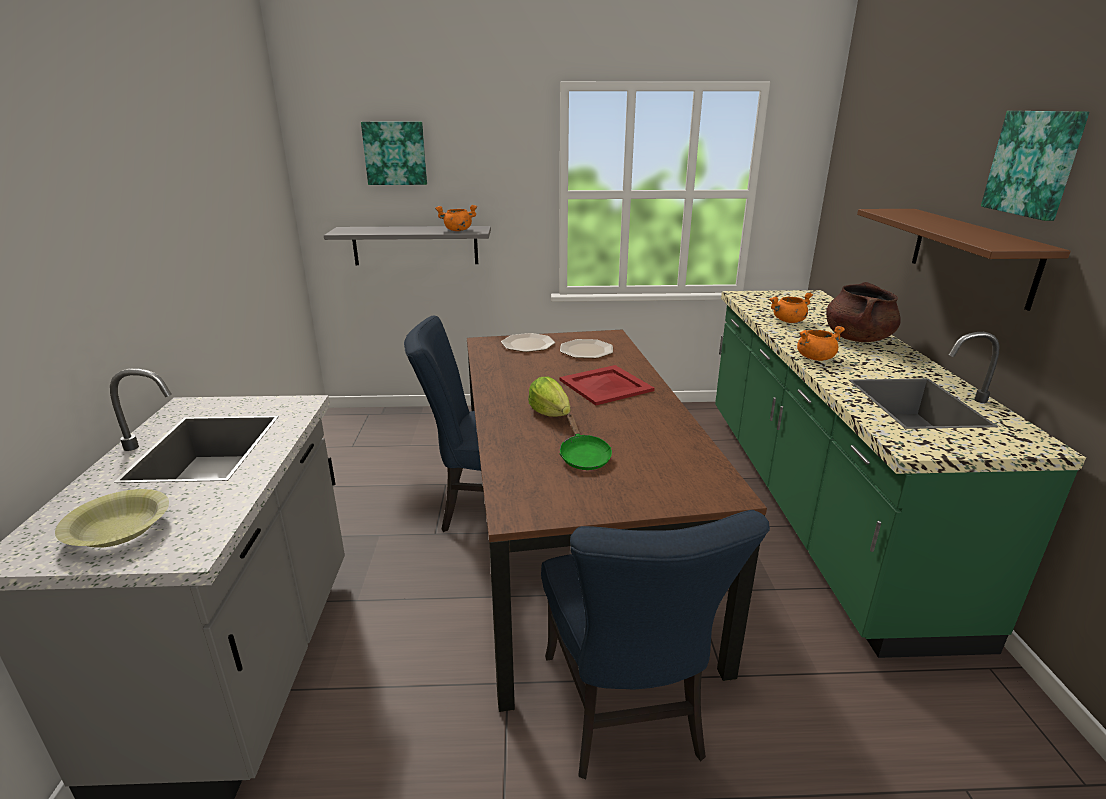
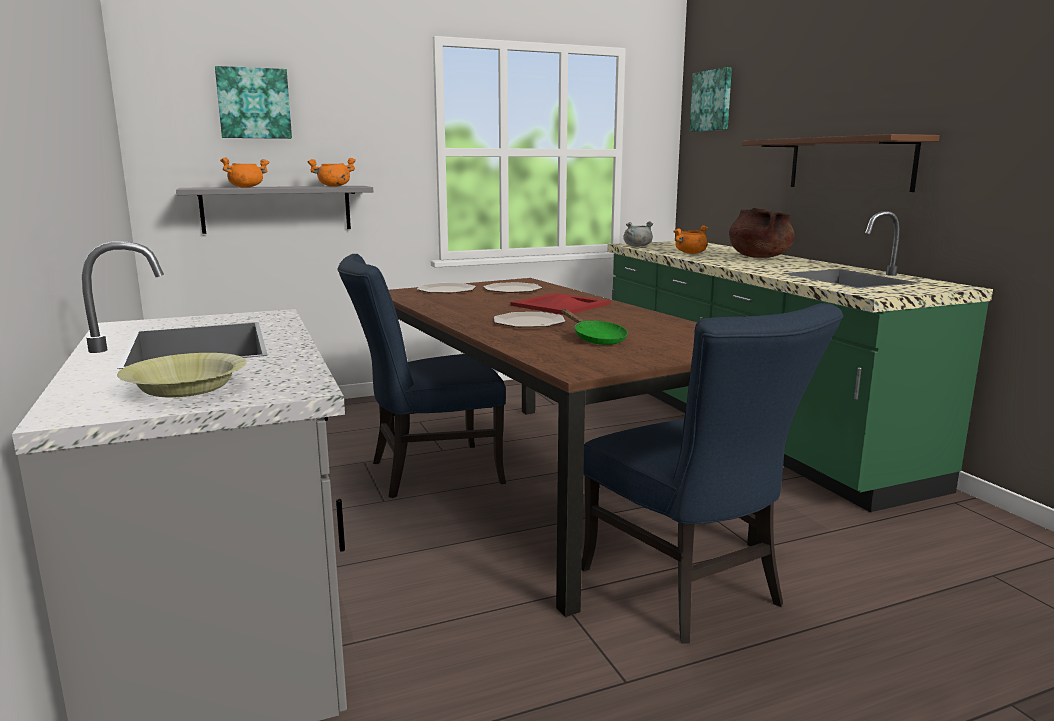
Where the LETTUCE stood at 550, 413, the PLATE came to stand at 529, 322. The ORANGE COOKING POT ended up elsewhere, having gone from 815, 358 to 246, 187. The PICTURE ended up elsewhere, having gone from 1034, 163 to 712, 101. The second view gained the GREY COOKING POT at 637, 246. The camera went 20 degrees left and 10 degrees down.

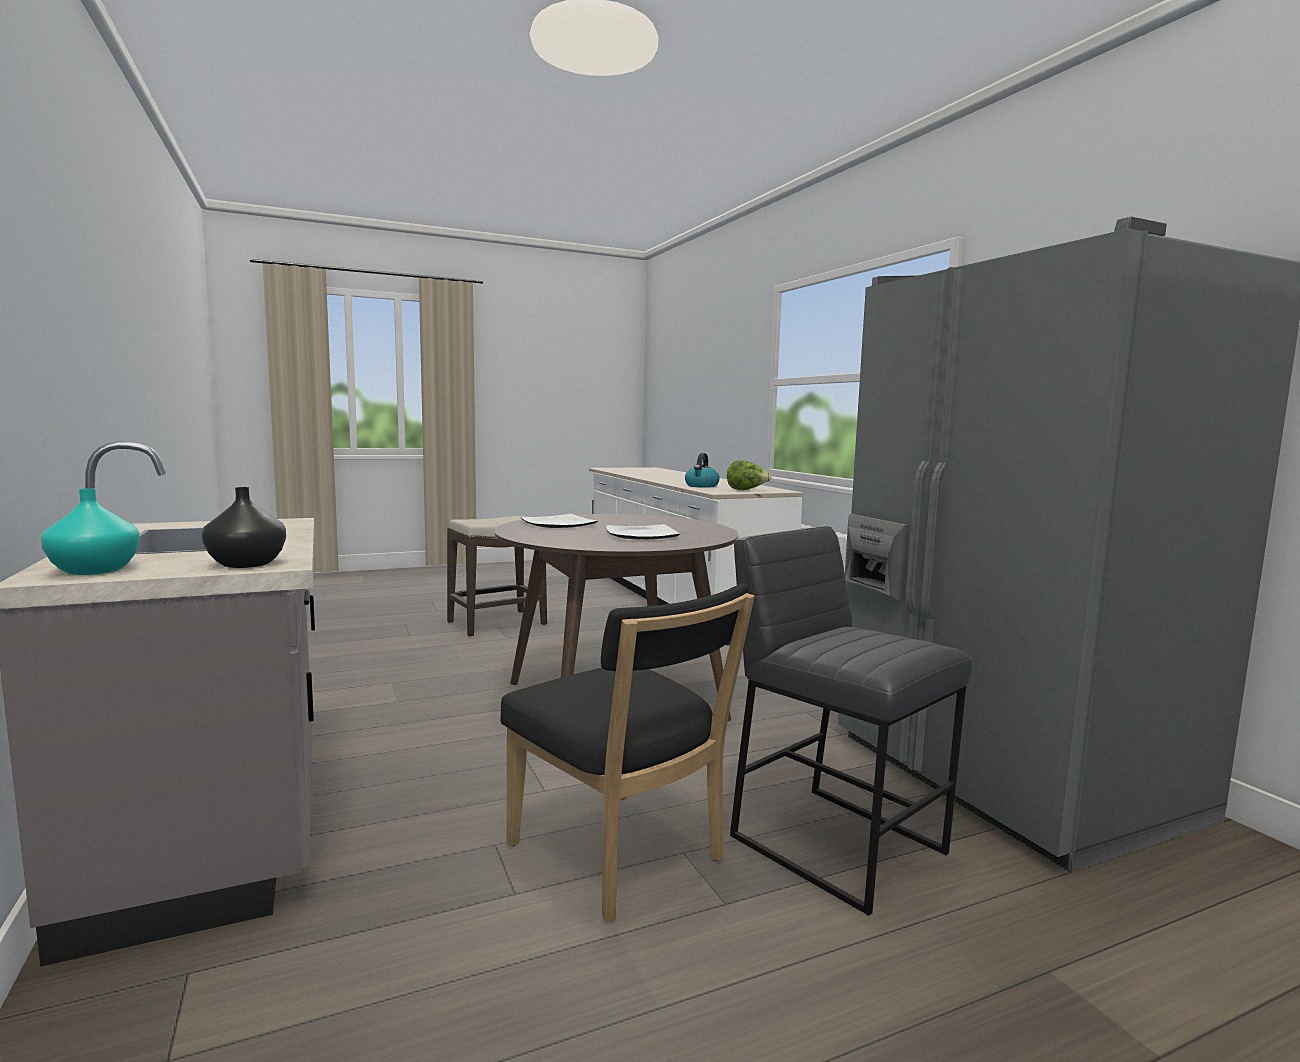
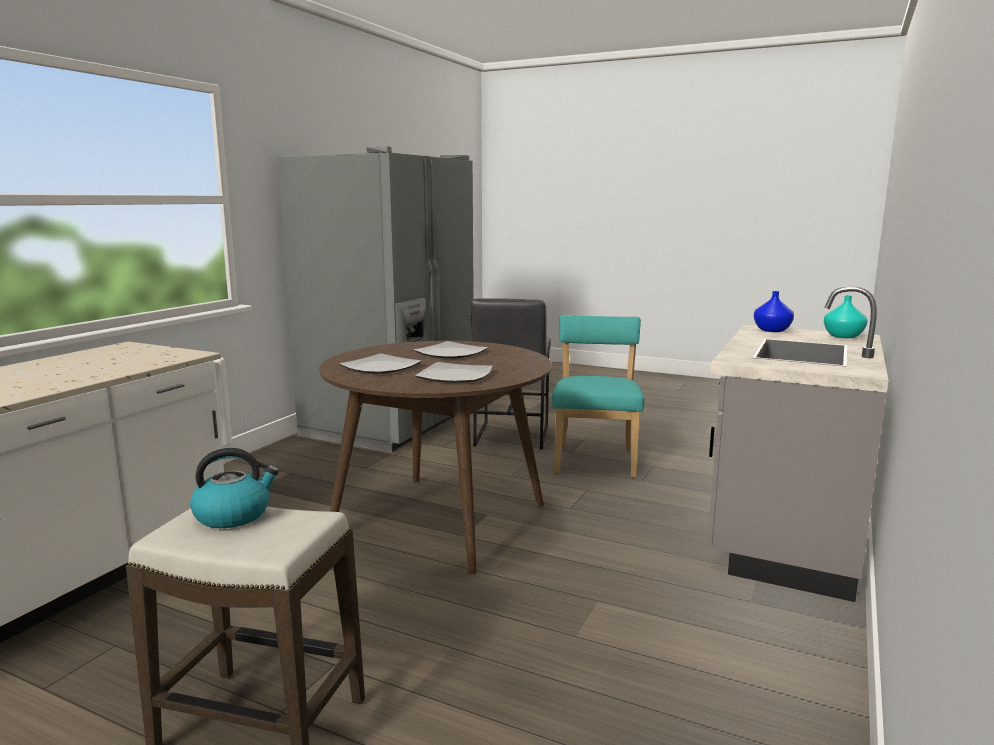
What was the BLACK VASE at 246, 564 turned into the BLUE VASE at 772, 330. What was the BLACK CHAIR at 621, 857 turned into the TURQUOISE CHAIR at 595, 459. The KETTLE ended up elsewhere, having gone from 701, 486 to 234, 515. The second view lost the LETTUCE at 746, 490. The second view gained the PLATE at 381, 367. The camera went 130 degrees left and 5 degrees up.

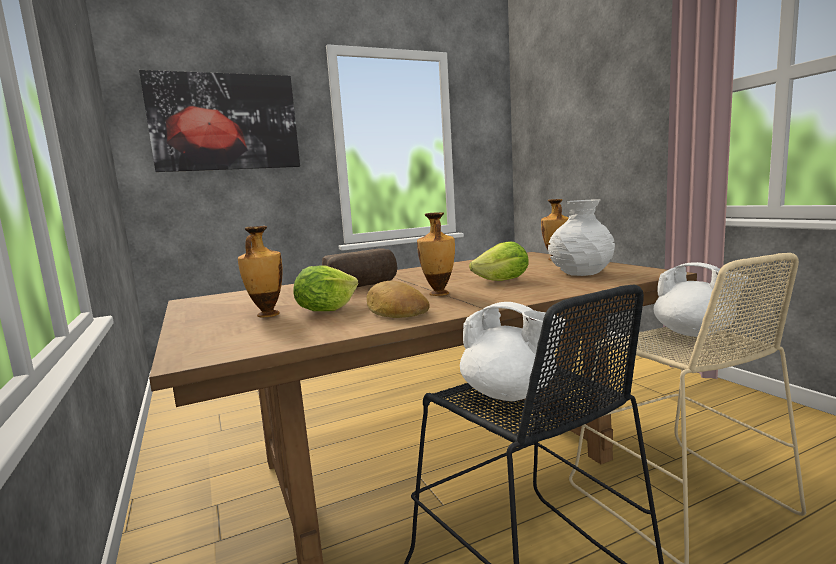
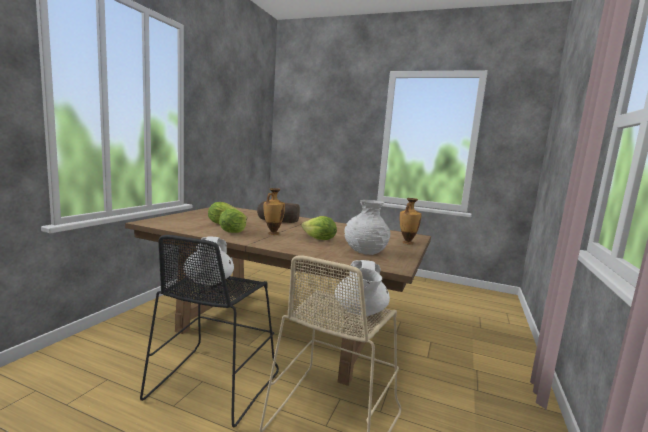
The second view lost the PICTURE at 225, 122. The second view lost the VASE at 266, 315. Where the BREAD stood at 394, 310, the LETTUCE came to stand at 233, 232. The camera went 45 degrees right and 0 degrees up.

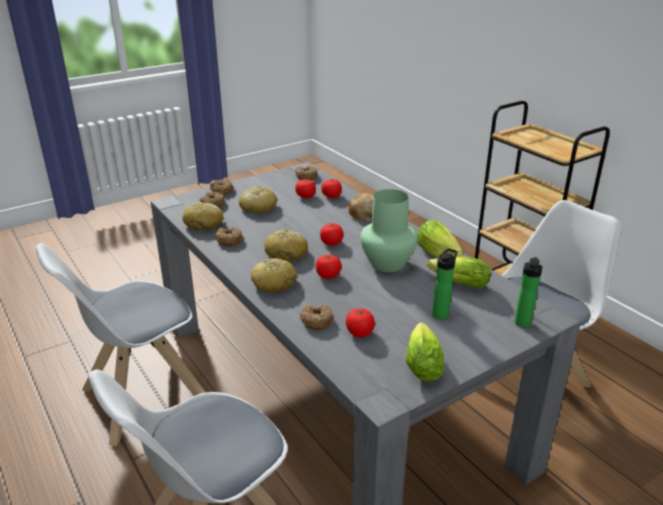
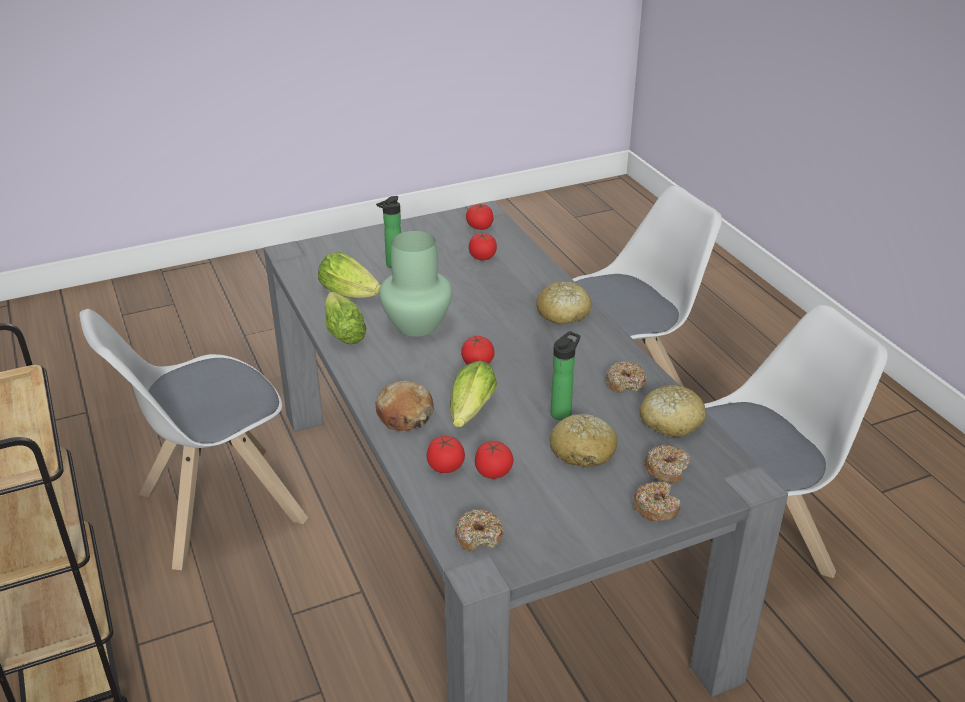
The second view lost the BREAD at 286, 253. The second view lost the DONUT at 316, 321. The TOMATO ended up elsewhere, having gone from 328, 275 to 480, 227. The LETTUCE ended up elsewhere, having gone from 423, 363 to 469, 413. The BOTTLE ended up elsewhere, having gone from 522, 324 to 562, 412. The camera went 170 degrees left and 5 degrees up.

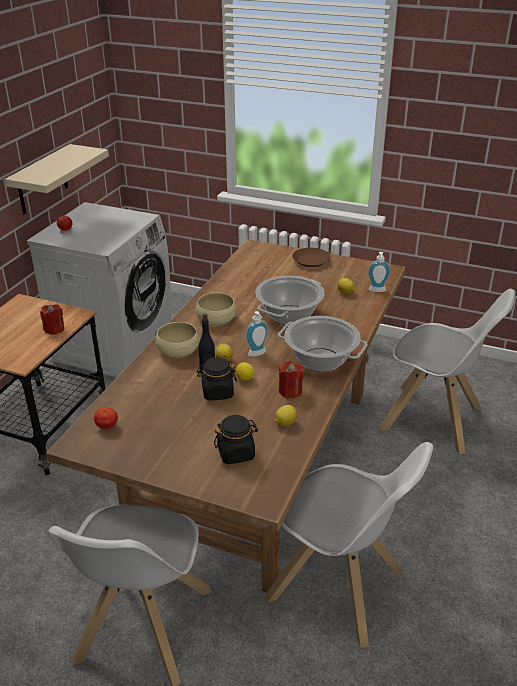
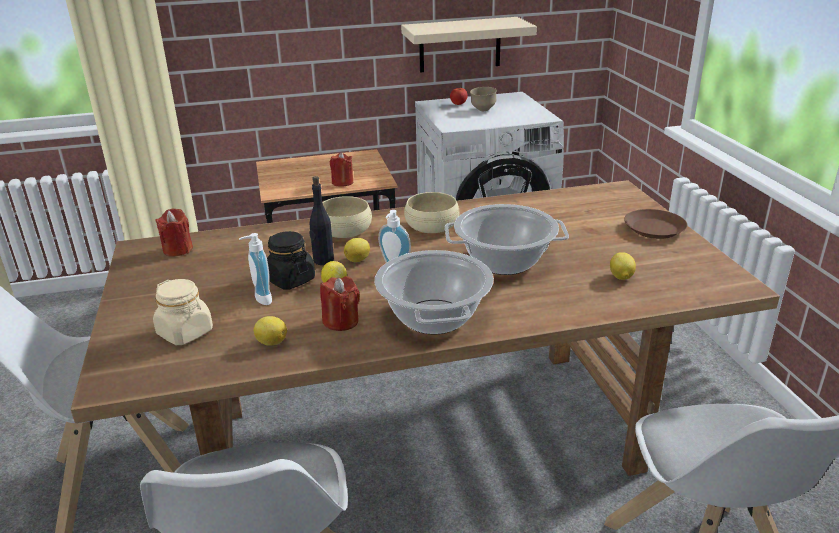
Where the TOMATO stood at 107, 426, the RED CANDLE came to stand at 178, 250. What was the BLACK JAR at 236, 453 turned into the BEIGE JAR at 185, 333. The SOAP DISPENSER ended up elsewhere, having gone from 377, 291 to 260, 299. The second view gained the BROWN BOWL at 483, 110. The camera went 55 degrees right and 5 degrees down.

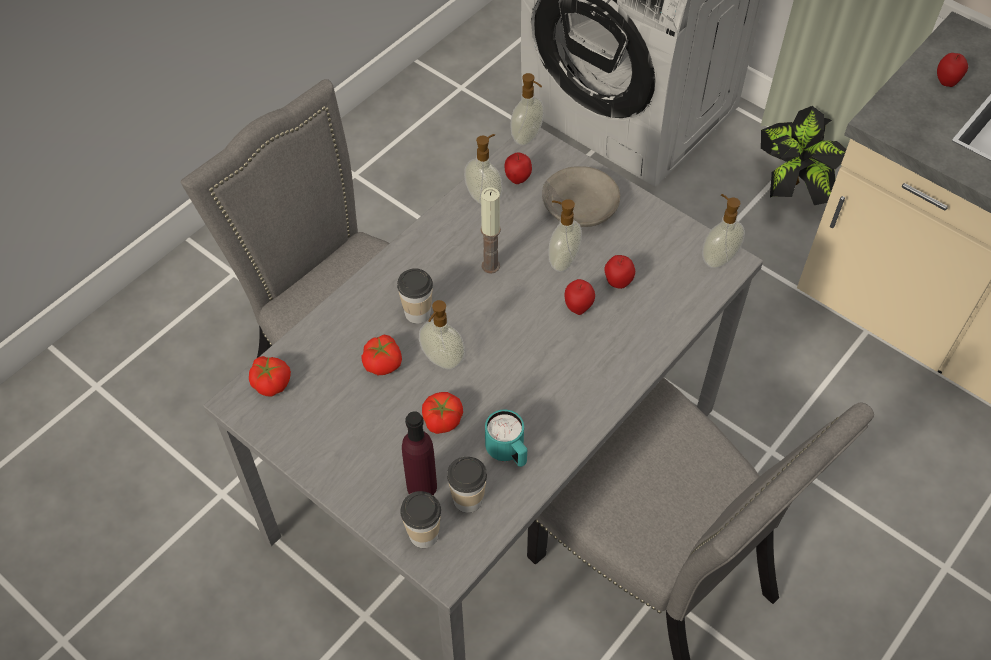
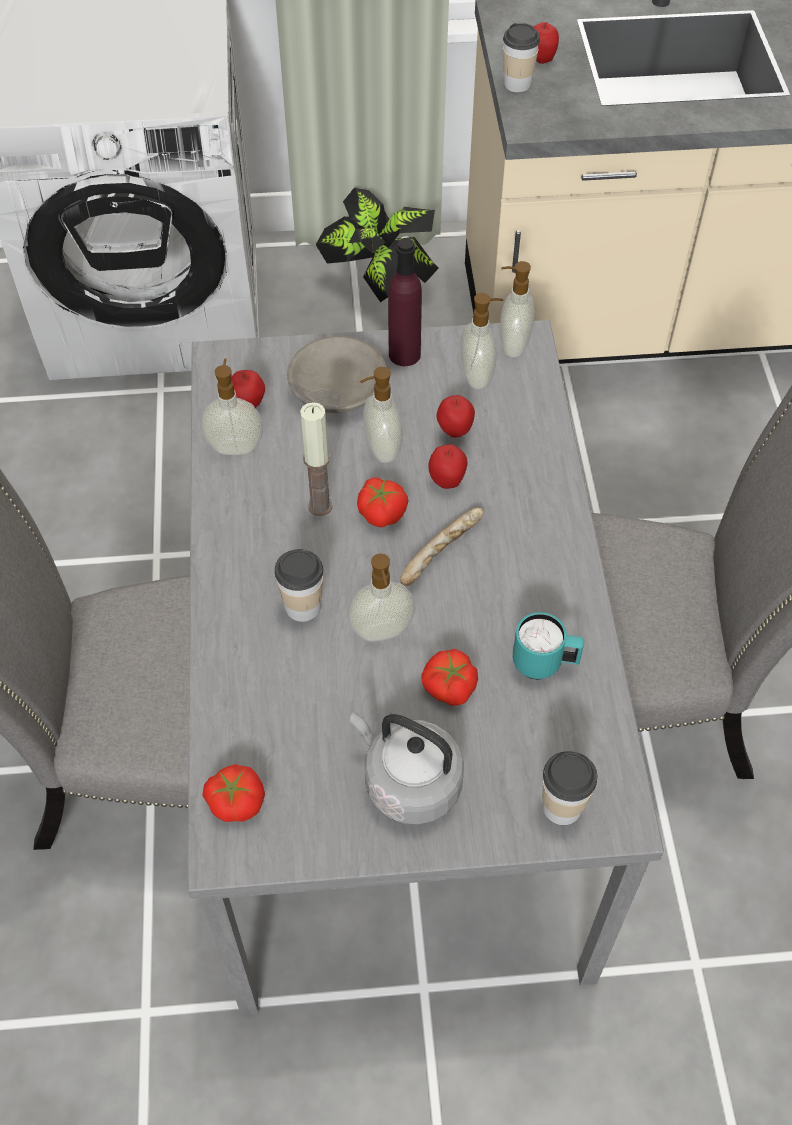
The TOMATO ended up elsewhere, having gone from 383, 363 to 382, 512. The PURPLE BOTTLE ended up elsewhere, having gone from 421, 486 to 404, 354. The CUP ended up elsewhere, having gone from 468, 499 to 517, 84. The SOAP DISPENSER ended up elsewhere, having gone from 527, 137 to 478, 376. The second view gained the GREY KETTLE at 408, 782. The second view gained the BREAD at 442, 554. The camera went 45 degrees left and 0 degrees up.

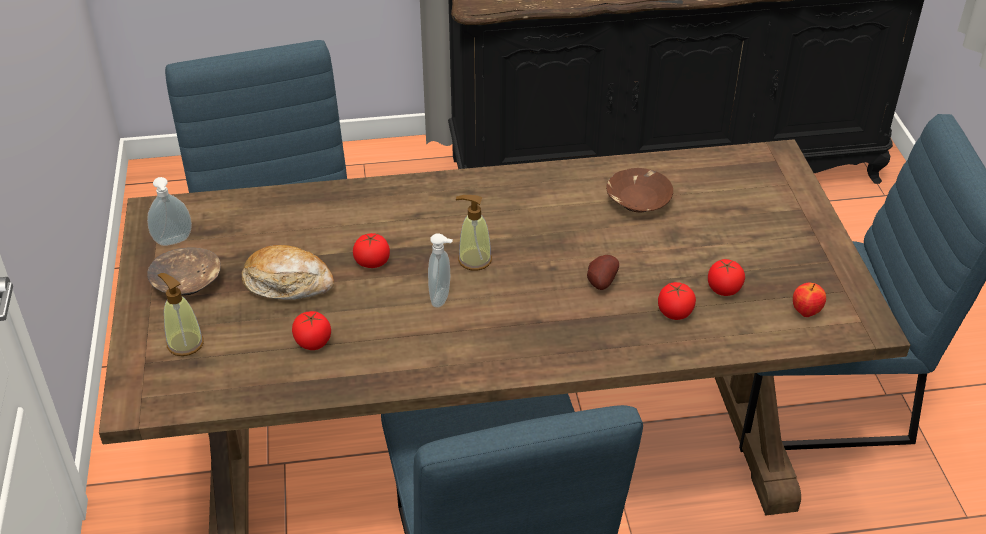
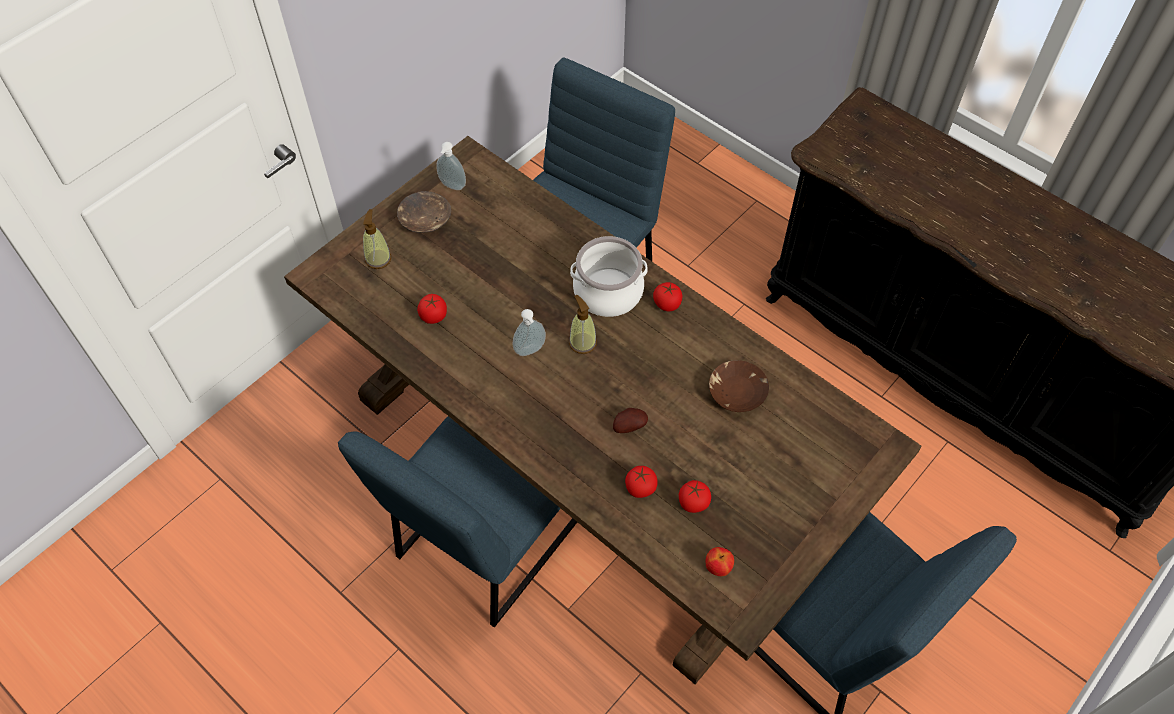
The second view lost the BREAD at 288, 283. The TOMATO ended up elsewhere, having gone from 372, 262 to 667, 304. The second view gained the COOKING POT at 608, 293. The camera went 50 degrees right and 15 degrees up.

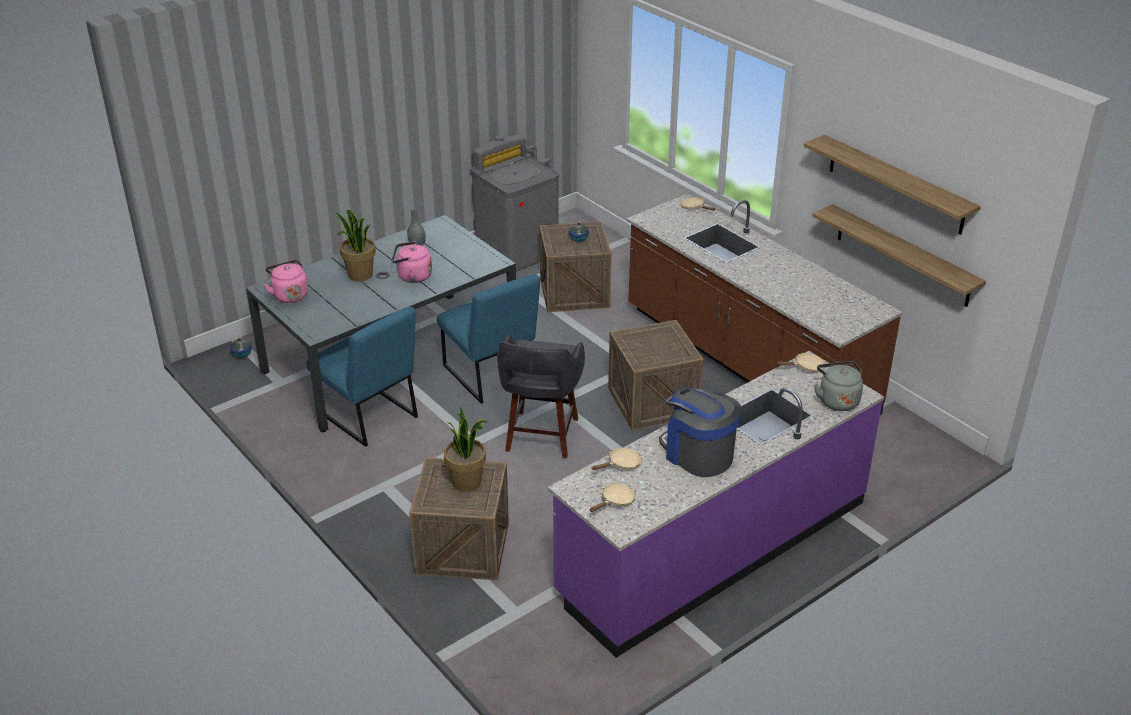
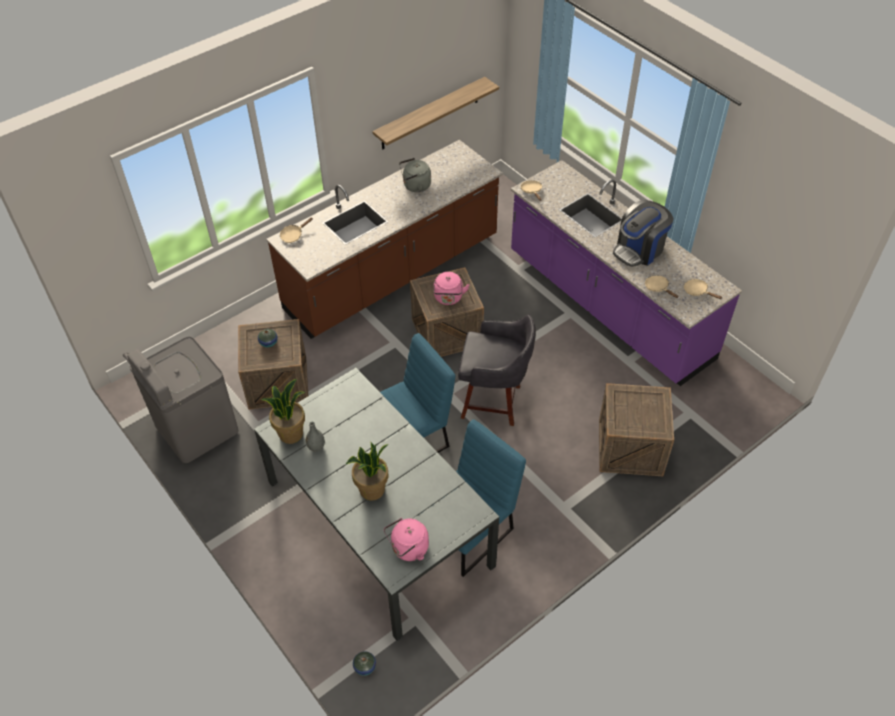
The PINK KETTLE ended up elsewhere, having gone from 412, 276 to 448, 298. The POTTED PLANT ended up elsewhere, having gone from 467, 482 to 291, 433. The second view lost the SHELF at 896, 184. The GREY KETTLE ended up elsewhere, having gone from 837, 400 to 415, 186. The camera went 90 degrees left and 15 degrees up.

